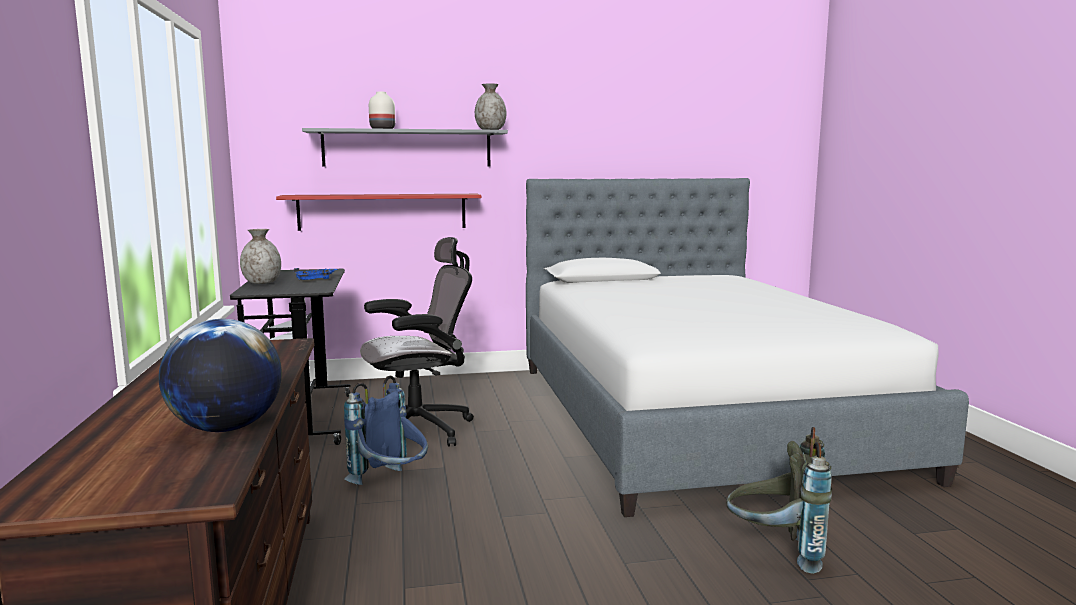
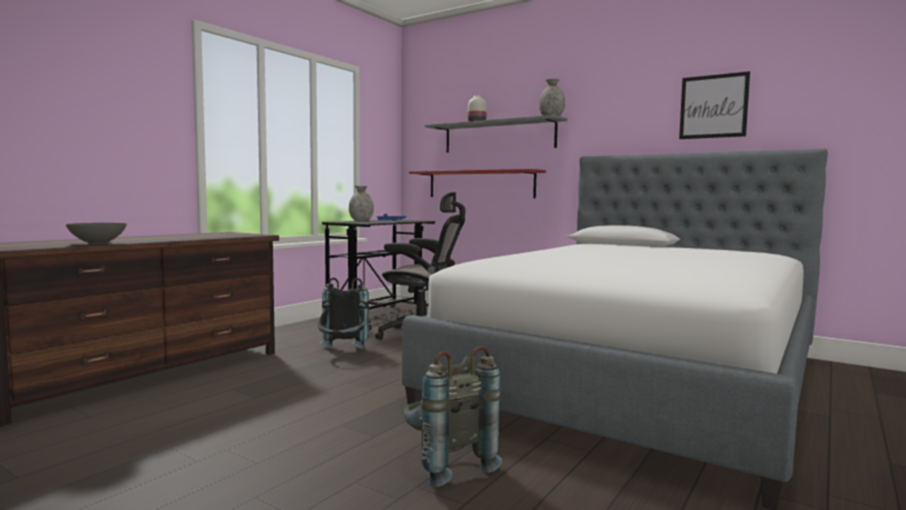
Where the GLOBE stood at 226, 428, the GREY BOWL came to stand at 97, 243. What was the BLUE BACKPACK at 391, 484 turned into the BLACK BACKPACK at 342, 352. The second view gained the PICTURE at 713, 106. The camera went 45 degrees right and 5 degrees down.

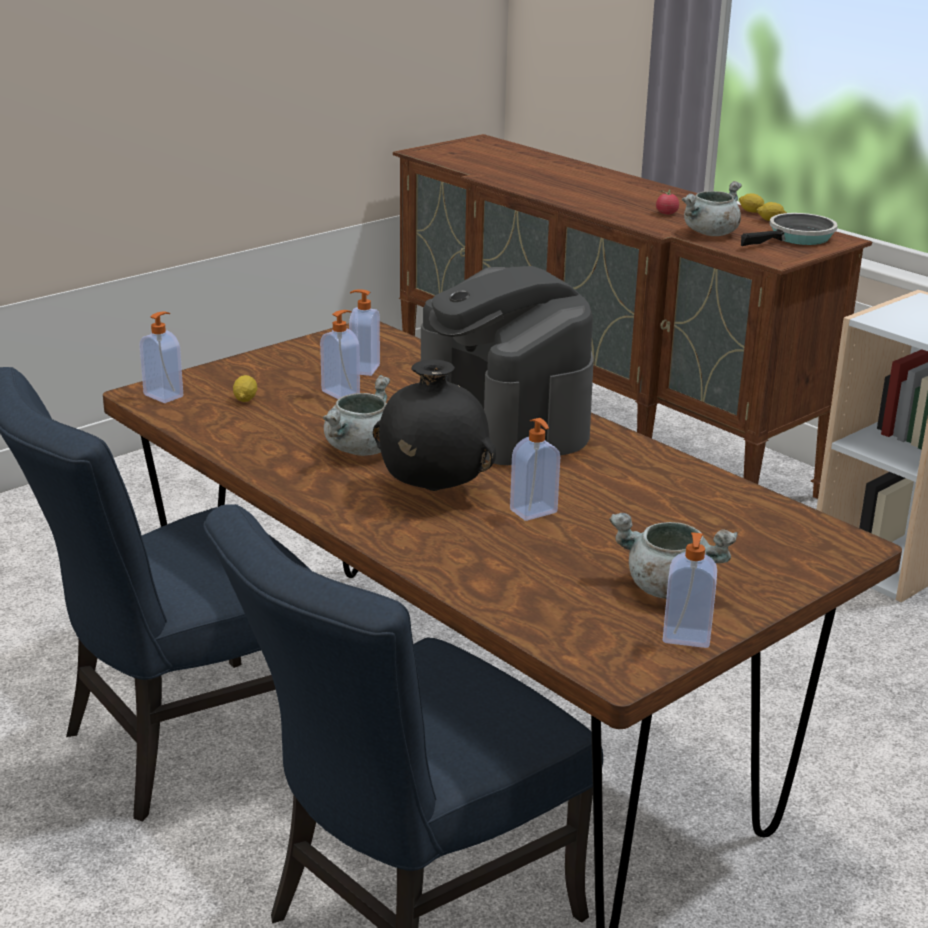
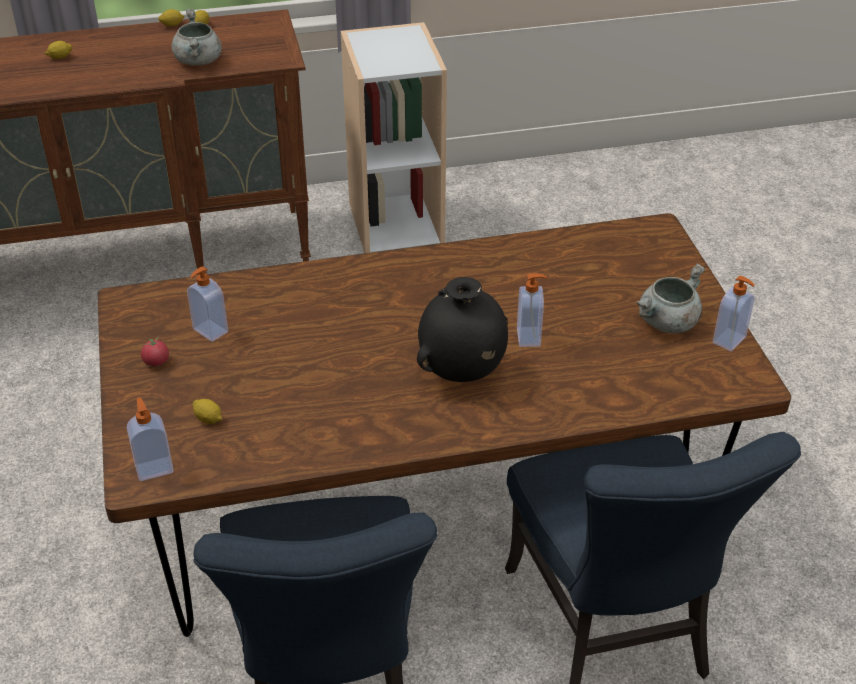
The second view lost the SOAP DISPENSER at 341, 392. The second view lost the GREY COOKING POT at 361, 450. The second view lost the COFFEE MACHINE at 503, 422. The TOMATO ended up elsewhere, having gone from 666, 213 to 156, 362. The second view lost the FRYING PAN at 797, 238. The second view gained the LEMON at 60, 57. The camera went 60 degrees left and 15 degrees up.

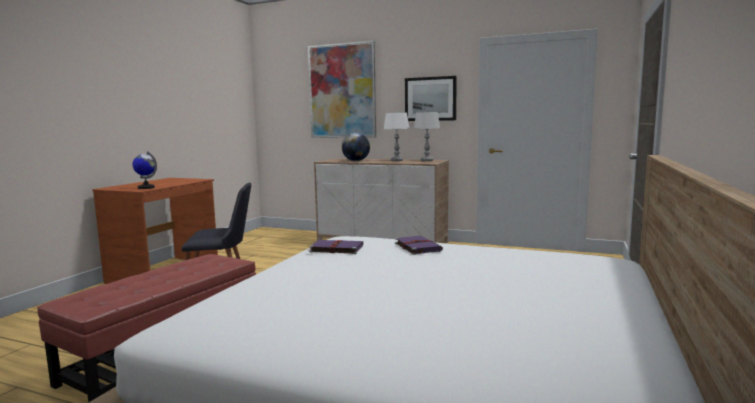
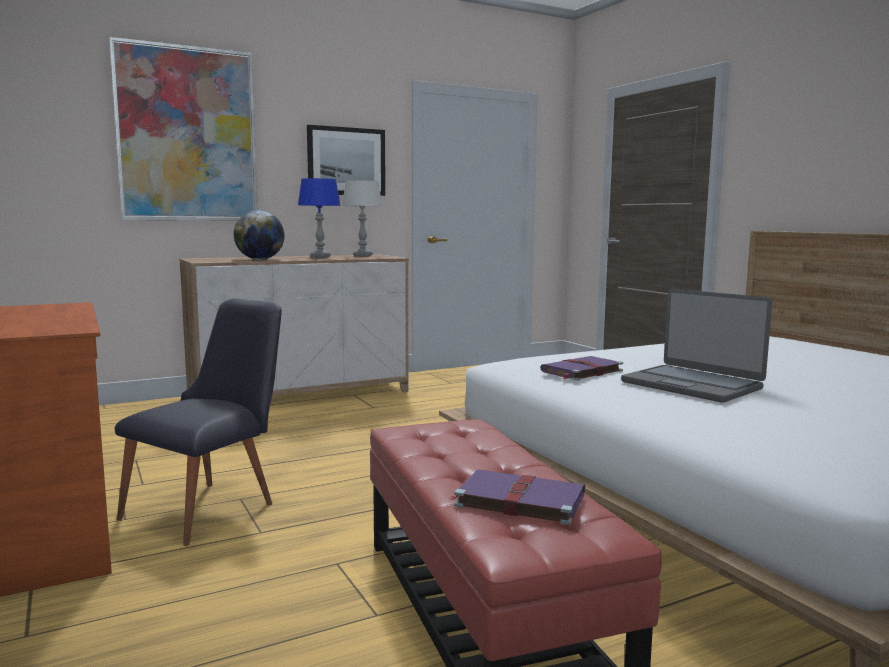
The second view lost the GLOBE at 146, 188. What was the WHITE TABLE LAMP at 396, 160 turned into the BLUE TABLE LAMP at 320, 257. The PURPLE BOOK ended up elsewhere, having gone from 417, 247 to 518, 500. The second view gained the LAPTOP at 692, 385. The camera went 50 degrees left and 0 degrees up.

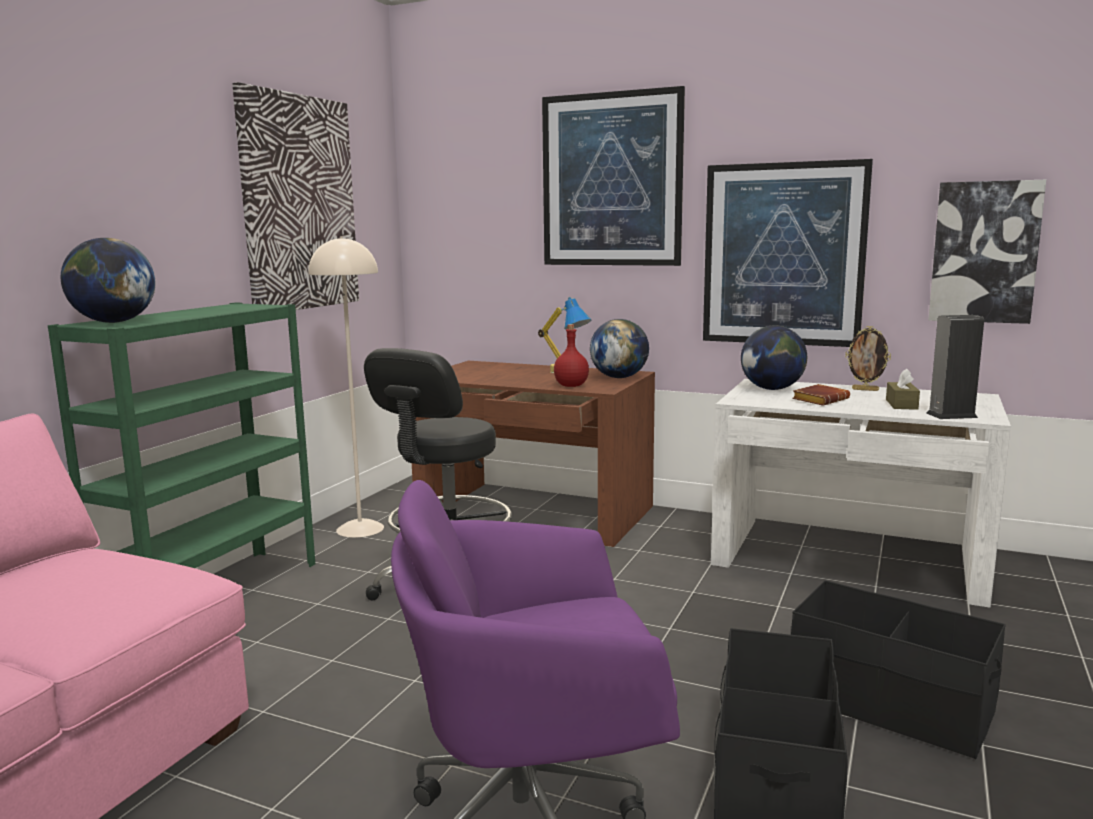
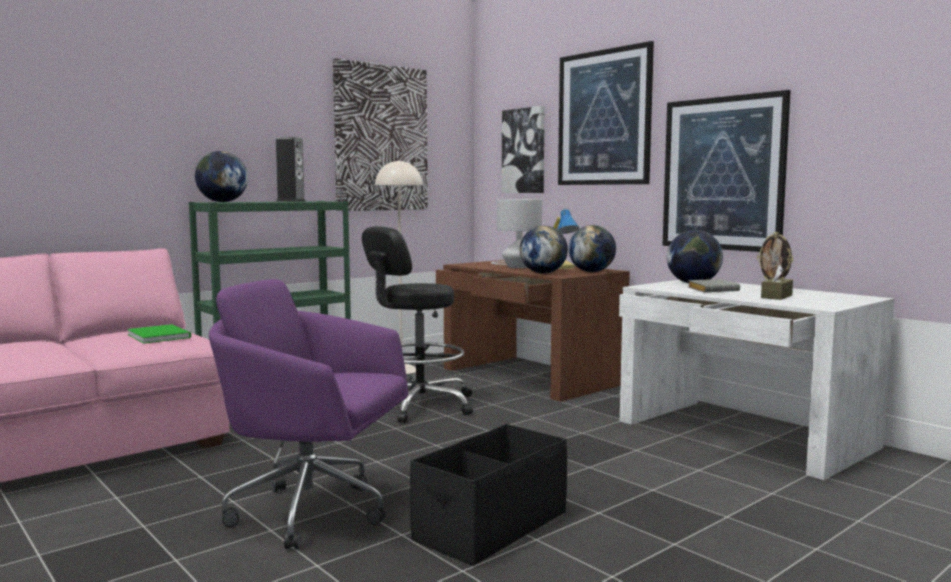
Where the RED BOTTLE stood at 570, 386, the GLOBE came to stand at 543, 273. The second view lost the BLACK STORAGE BOX at 889, 705. What was the BROWN BOOK at 820, 400 turned into the GREY BOOK at 713, 290. The SPEAKER ended up elsewhere, having gone from 951, 415 to 291, 201. The PICTURE ended up elsewhere, having gone from 984, 252 to 524, 151. The second view gained the GREEN BOOK at 160, 335. The second view gained the GREY TABLE LAMP at 514, 265. The camera went 25 degrees right and 5 degrees down.

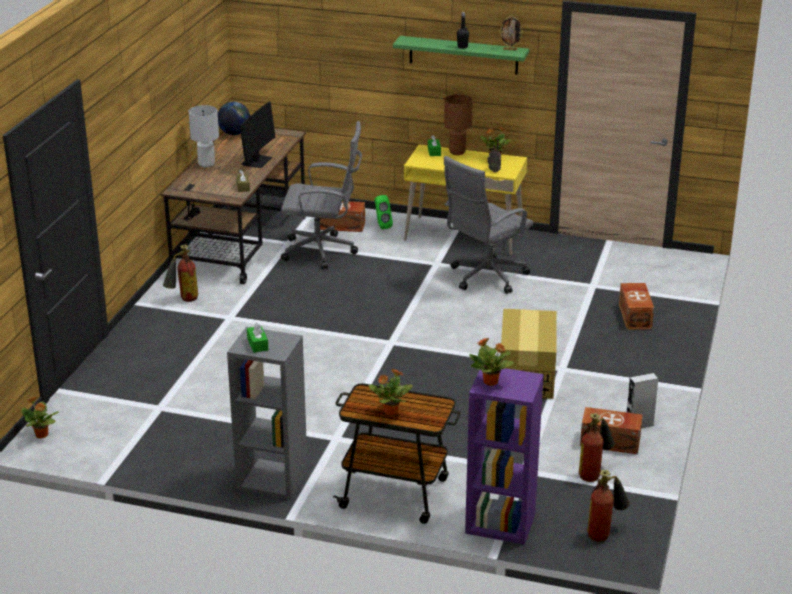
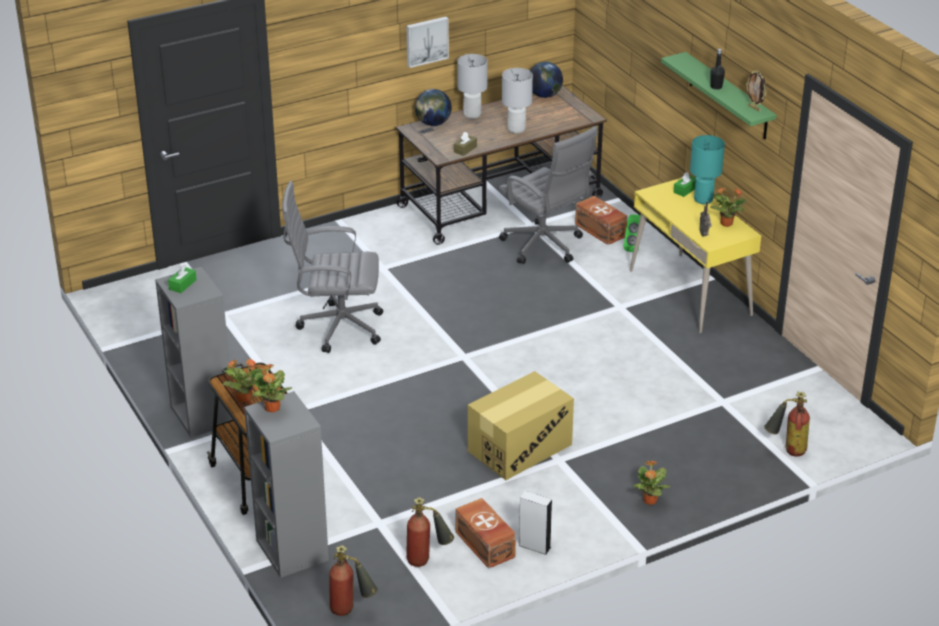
The POTTED PLANT ended up elsewhere, having gone from 42, 435 to 649, 501. The FIRE EXTINGUISHER ended up elsewhere, having gone from 183, 300 to 786, 450. Where the MONITOR stood at 257, 161, the GREY TABLE LAMP came to stand at 516, 130. What was the BROWN TABLE LAMP at 457, 153 turned into the TURQUOISE TABLE LAMP at 703, 201. The GREY OFFICE CHAIR ended up elsewhere, having gone from 485, 277 to 337, 328. What was the PURPLE BOOKCASE at 499, 523 turned into the GREY BOOKCASE at 291, 550. The second view lost the BROWN STORAGE BOX at 635, 316. The second view gained the PICTURE at 426, 41. The second view gained the GLOBE at 433, 124. The camera went 45 degrees right and 5 degrees up.

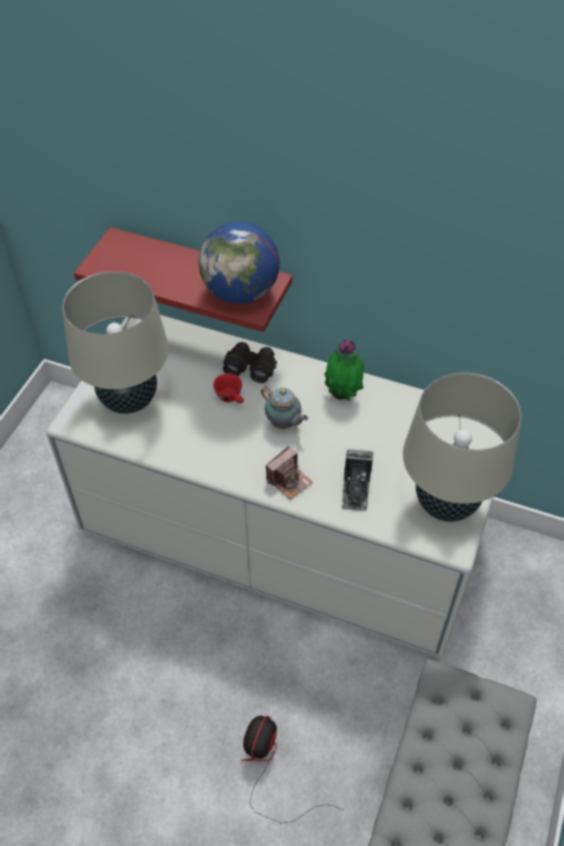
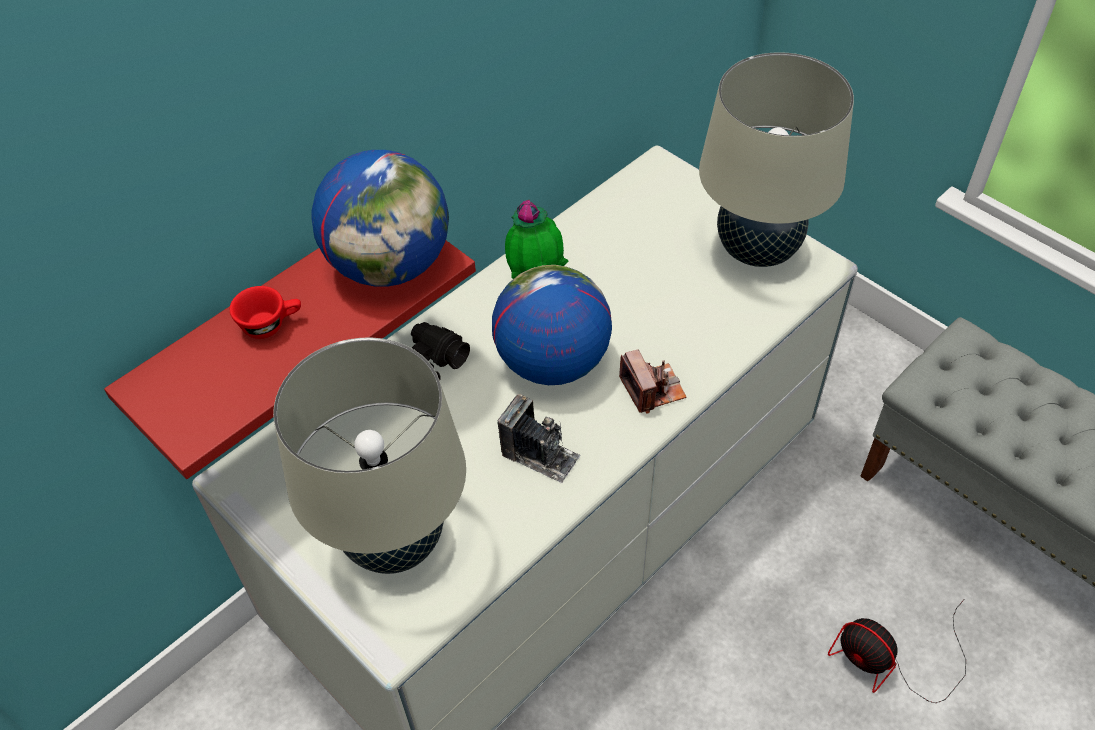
The RED CUP ended up elsewhere, having gone from 231, 398 to 271, 324. Where the TEAPOT stood at 284, 424, the GLOBE came to stand at 552, 362. The PHOTO CAMERA ended up elsewhere, having gone from 355, 490 to 540, 454. The camera went 65 degrees left and 0 degrees up.

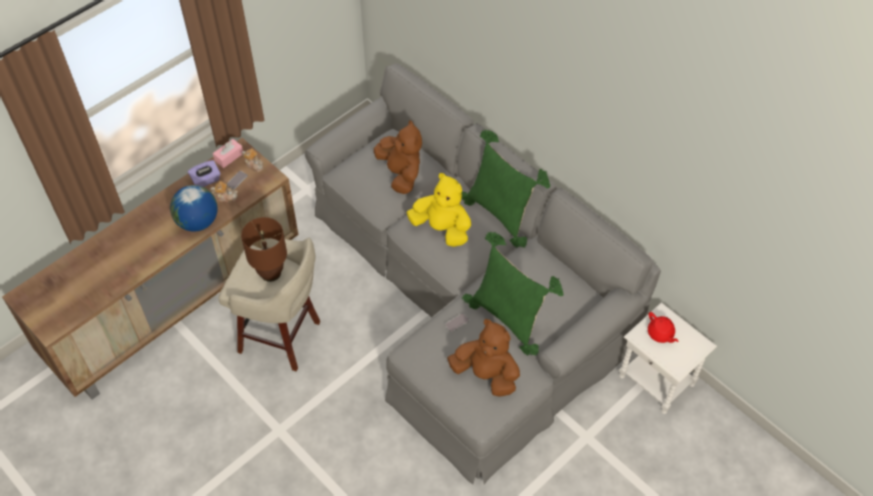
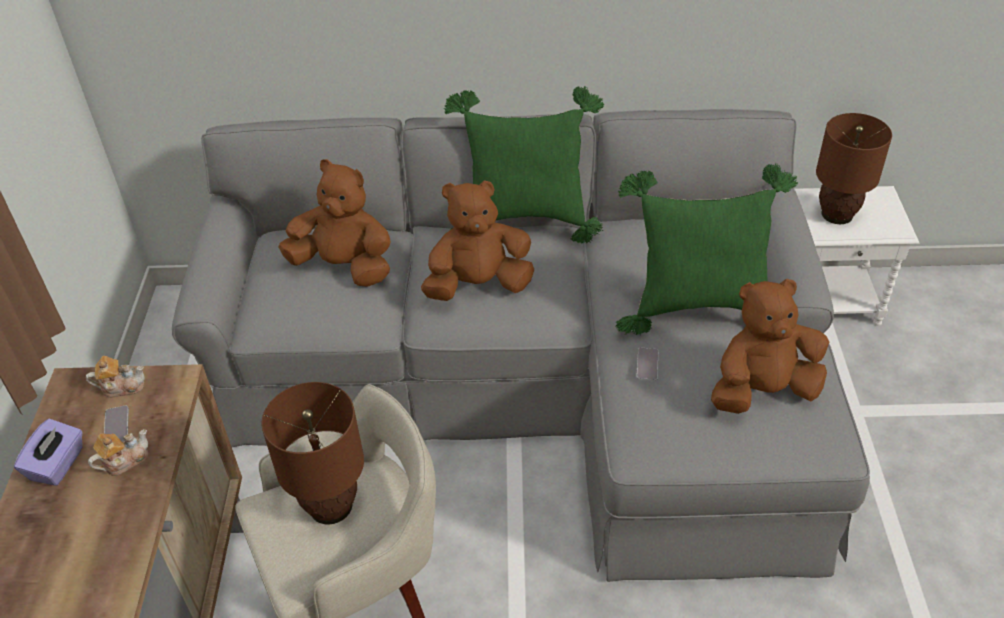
The second view lost the GLOBE at 197, 222. The second view lost the PINK TISSUE BOX at 229, 157. What was the YELLOW PLUSH TOY at 442, 229 turned into the BROWN PLUSH TOY at 478, 285. Where the RED TEAPOT stood at 660, 334, the BROWN TABLE LAMP came to stand at 837, 214. The camera went 45 degrees left and 10 degrees down.

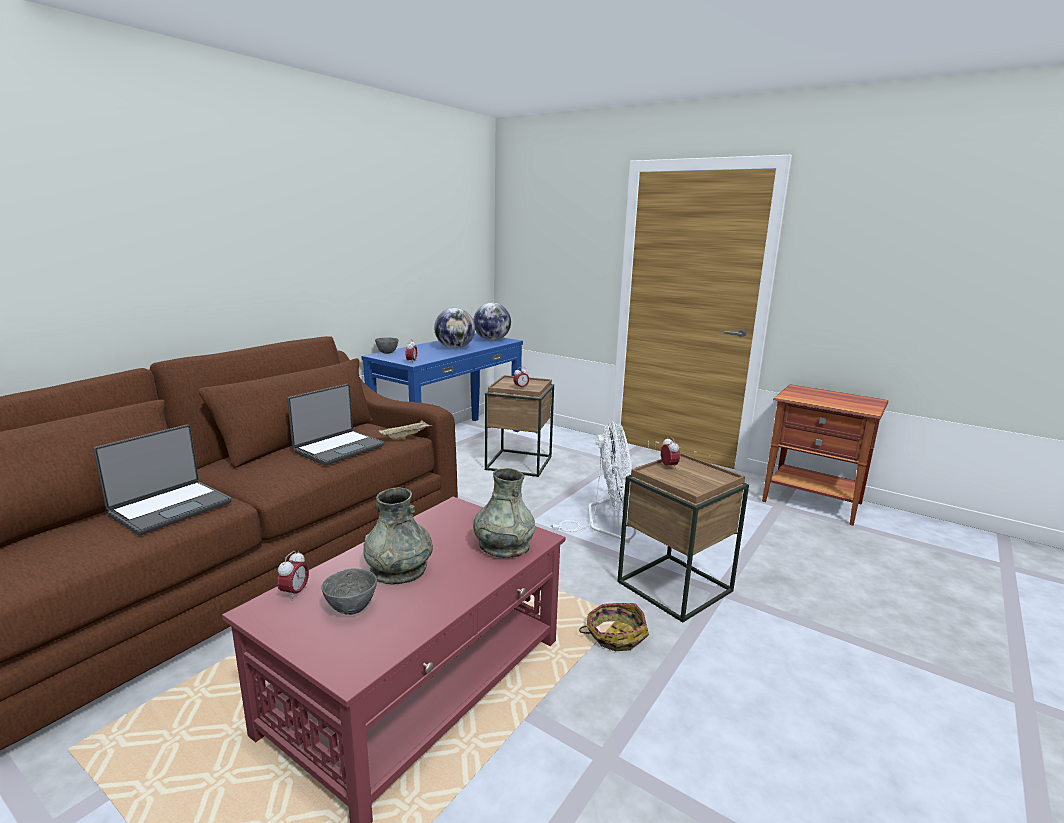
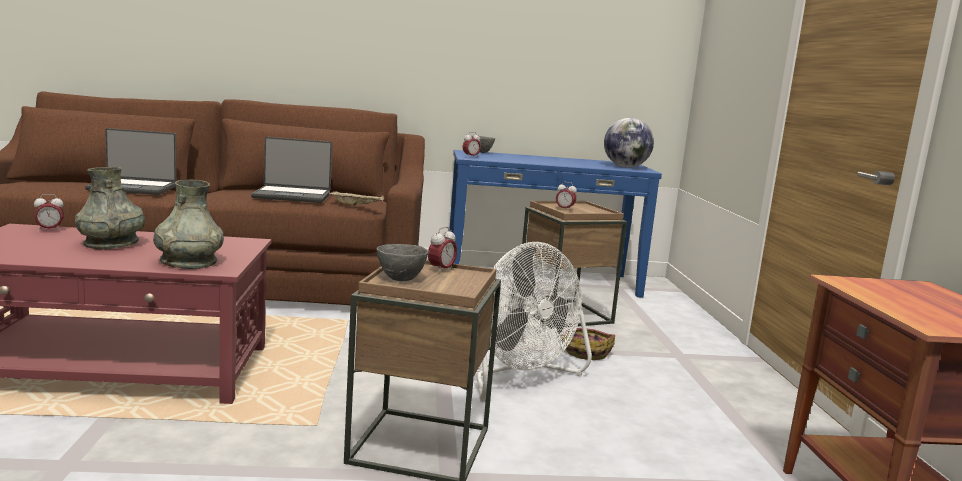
The GREY BOWL ended up elsewhere, having gone from 351, 609 to 400, 279. The second view lost the GLOBE at 455, 348. The BASKET ended up elsewhere, having gone from 615, 635 to 585, 351. The camera went 50 degrees right and 5 degrees down.

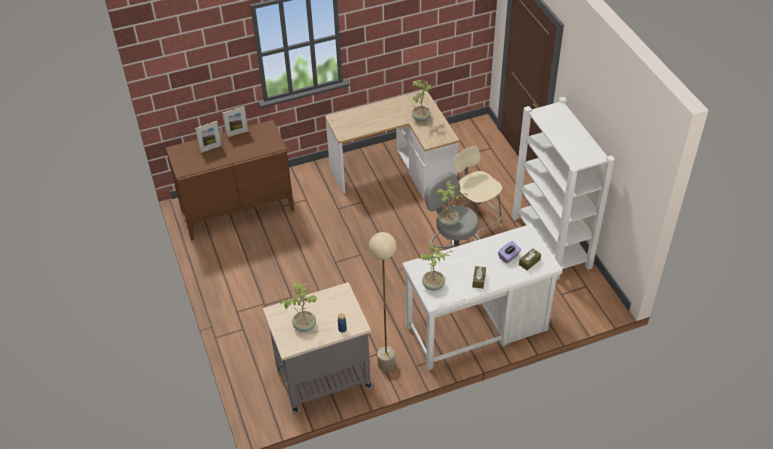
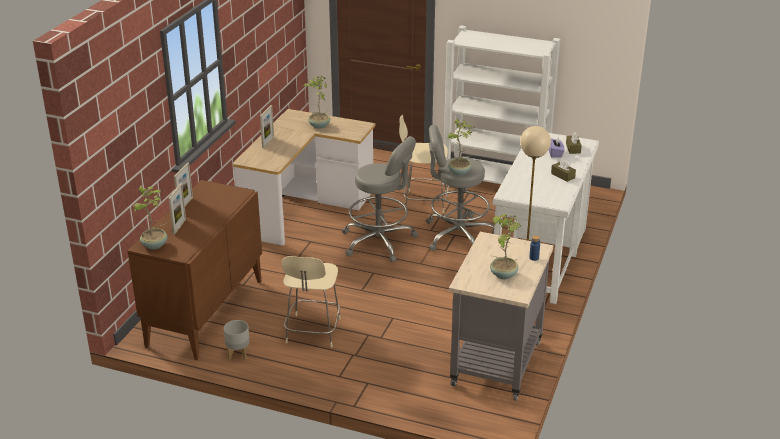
The POTTED PLANT ended up elsewhere, having gone from 433, 285 to 155, 245. The second view gained the GREY PLANTER at 237, 354. The second view gained the PICTURE FRAME at 268, 142. The second view gained the BEIGE CHAIR at 312, 332. The second view gained the GREY STOOL at 379, 242. The camera went 50 degrees left and 15 degrees down.

